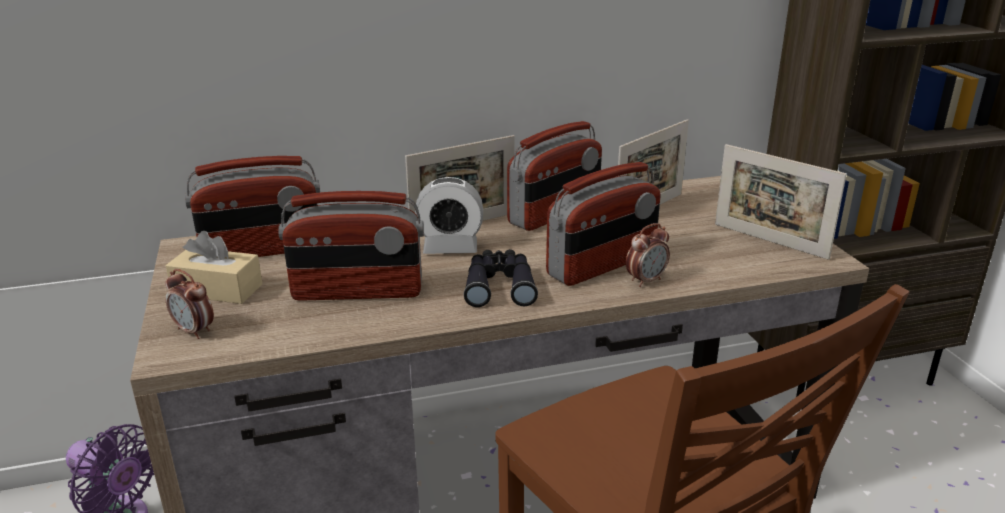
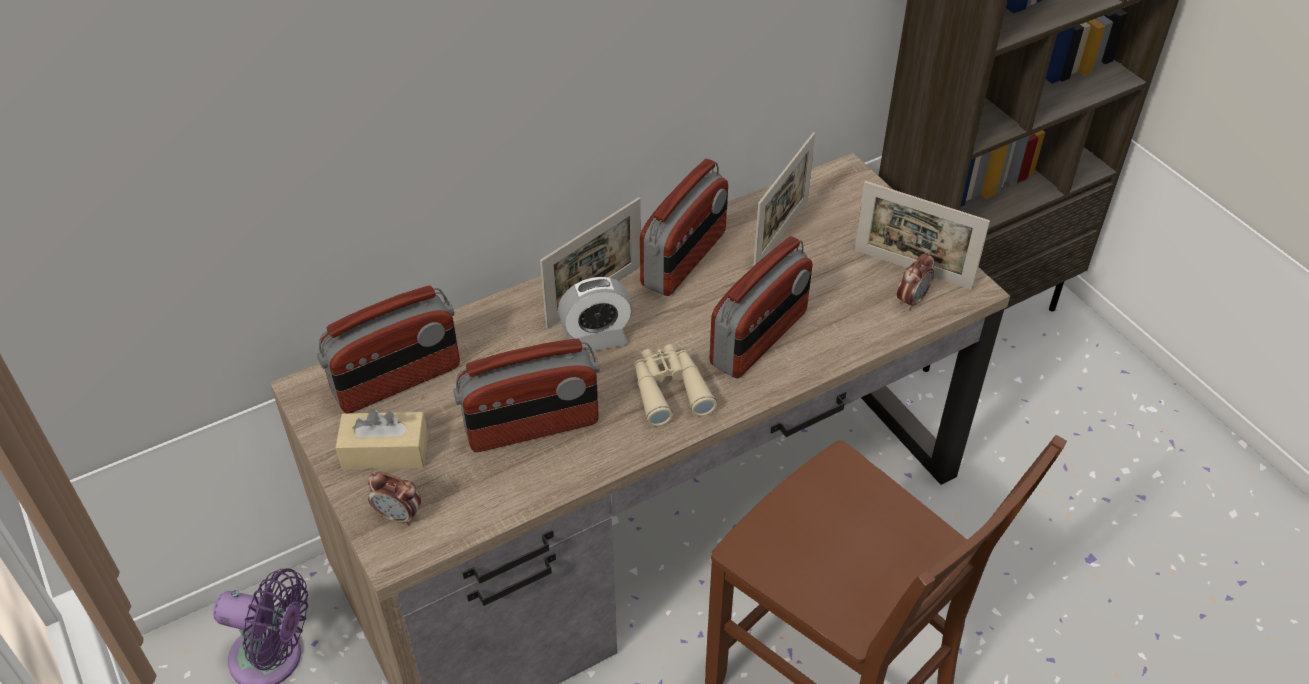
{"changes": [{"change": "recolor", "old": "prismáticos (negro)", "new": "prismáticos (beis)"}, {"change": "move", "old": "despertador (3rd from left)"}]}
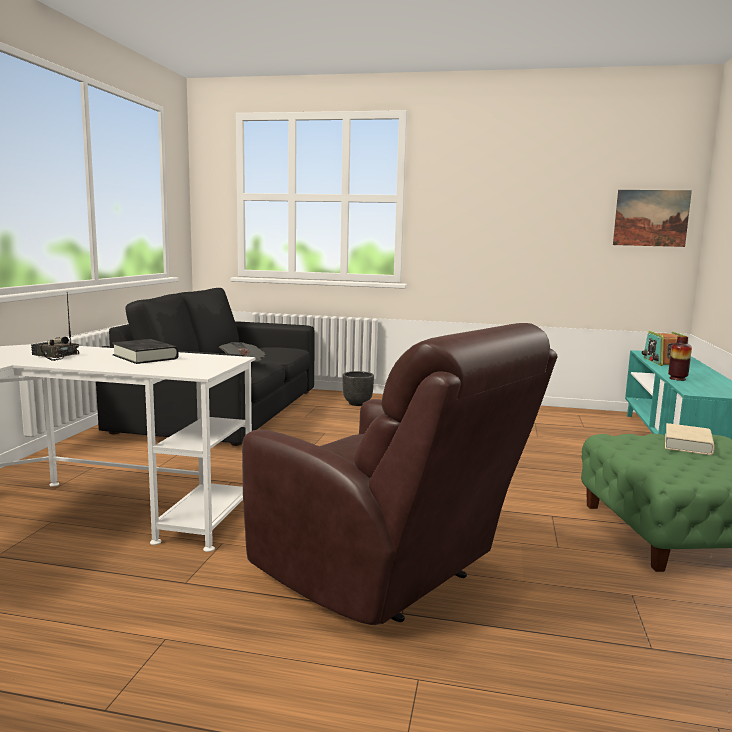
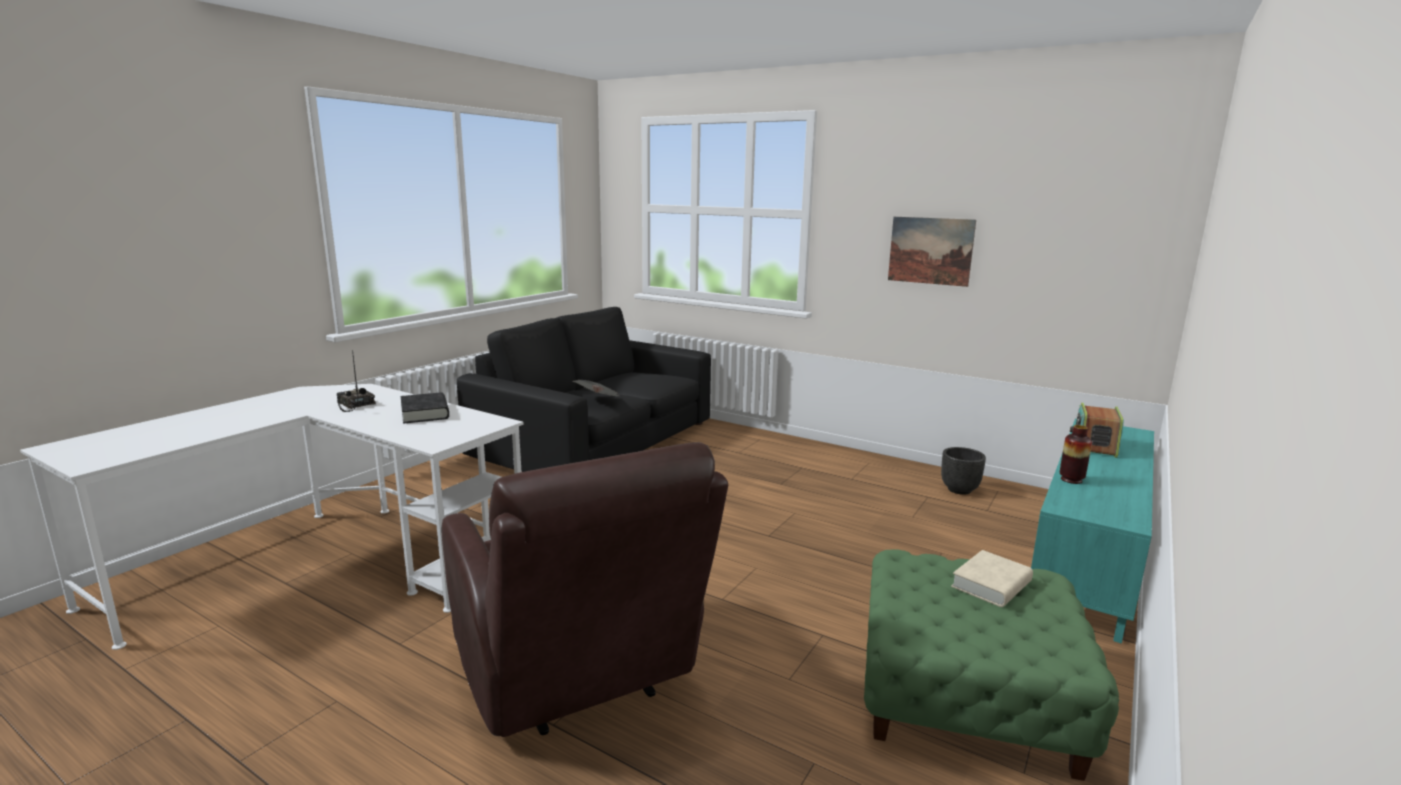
{"changes": [{"change": "move", "old": "cuadro"}, {"change": "move", "old": "maceta (negro)"}]}
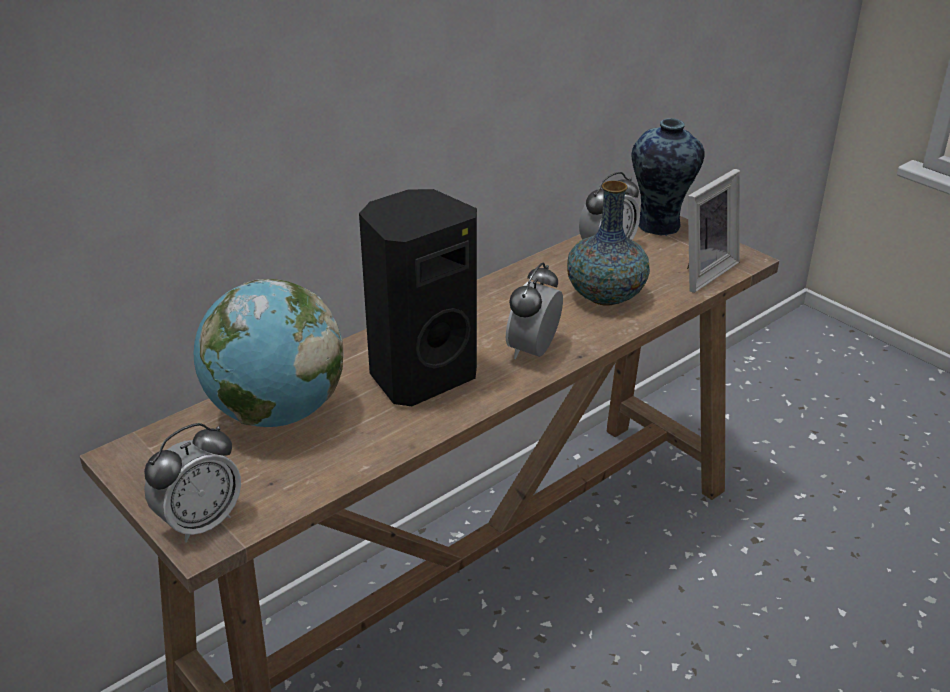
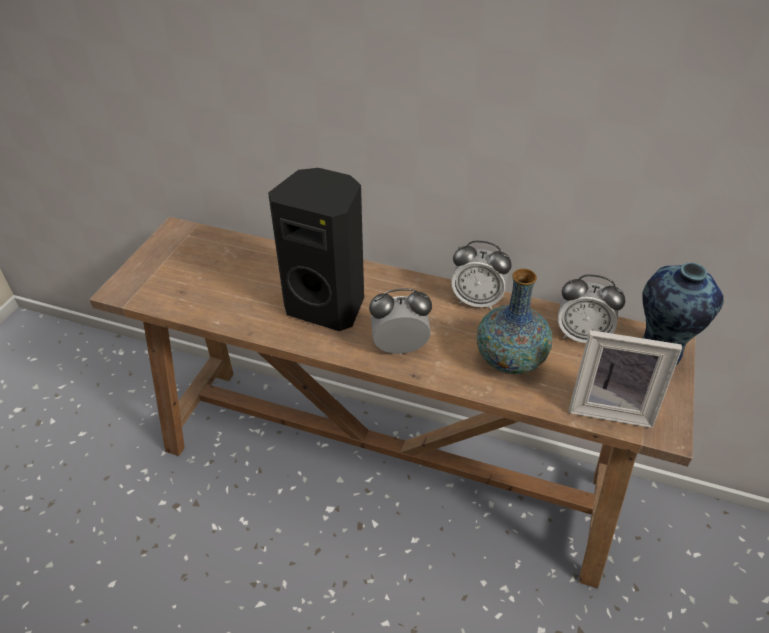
{"changes": [{"change": "move", "old": "despertador (1st from left in the first image)", "new": "despertador (2nd from left)"}, {"change": "delete", "old": "globo terráqueo"}]}
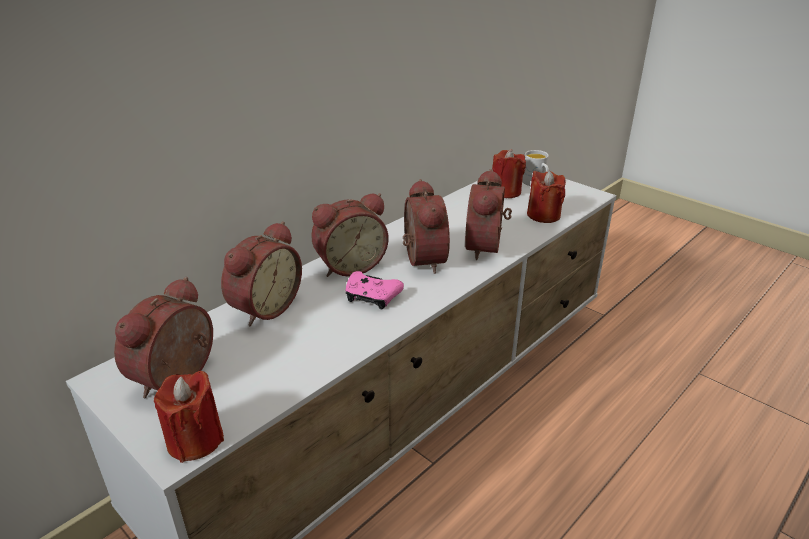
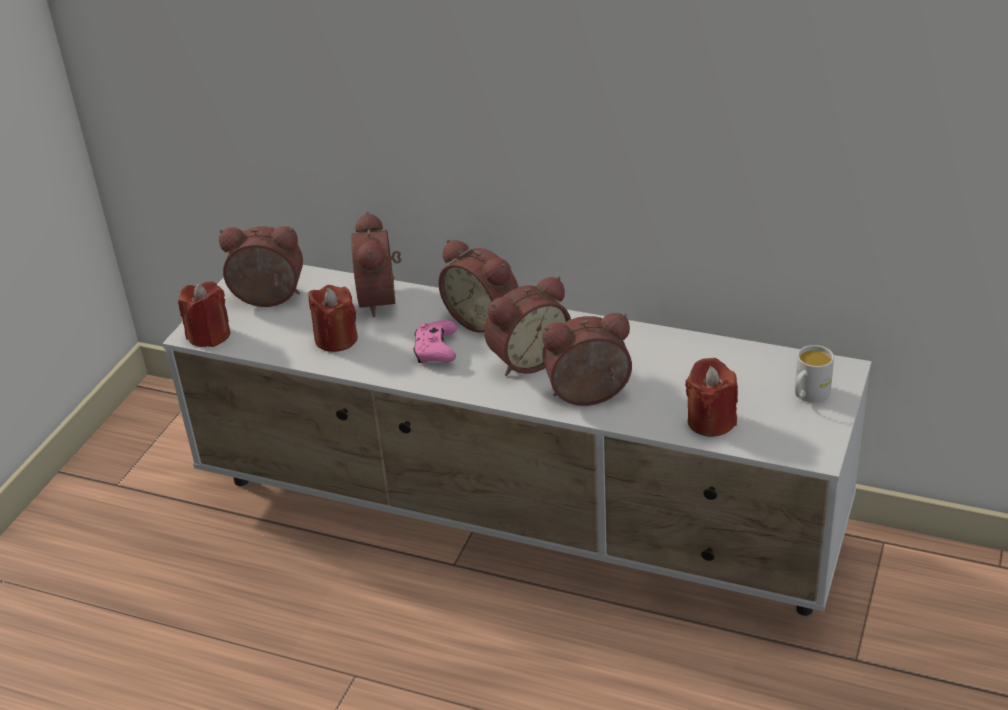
{"changes": [{"change": "move", "old": "vela (rojo) (2nd from left)"}, {"change": "rotate", "old": "despertador (2nd from left)", "degrees": 75}]}
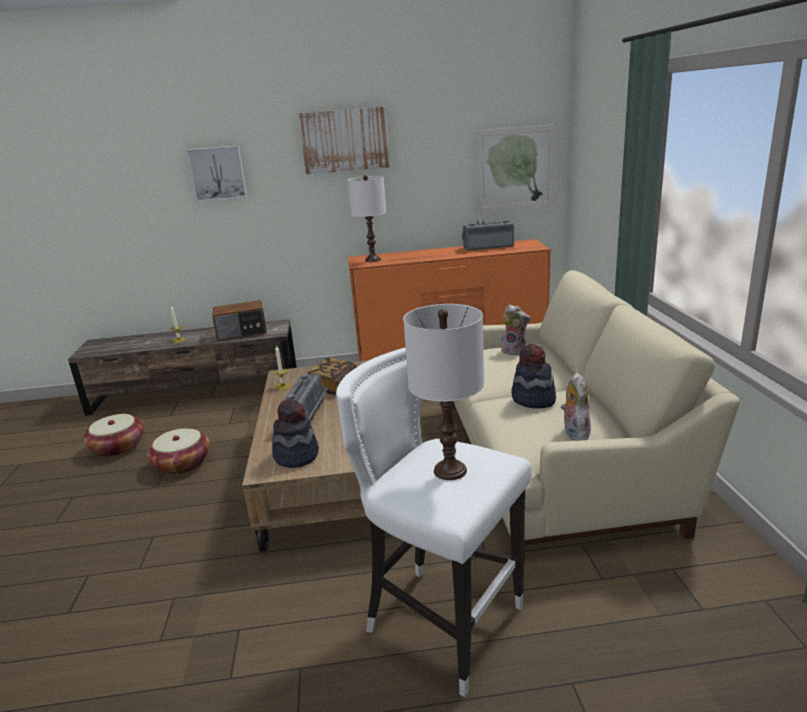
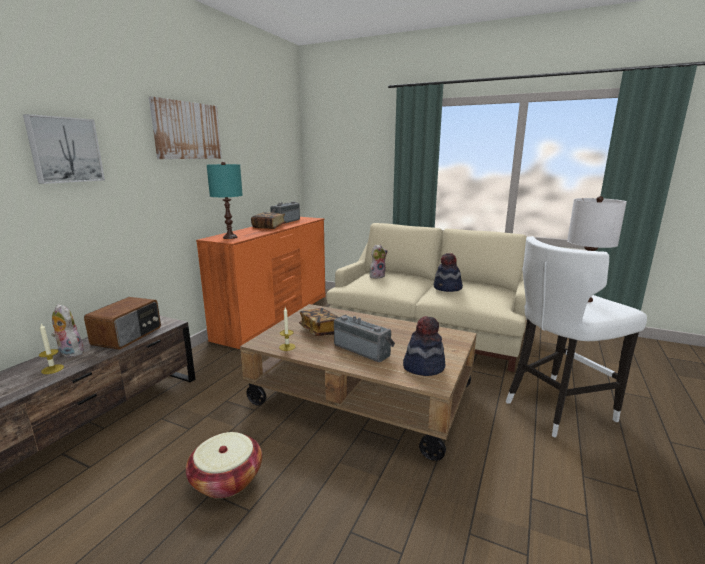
{"changes": [{"change": "move", "old": "peluche (2nd from left in the first image)", "new": "peluche (1st from left)"}, {"change": "recolor", "old": "lámpara de mesa (blanco) (1st from left)", "new": "lámpara de mesa (turquesa)"}, {"change": "insert", "new": "libro (1st from left)"}, {"change": "delete", "old": "cesta (1st from left)"}, {"change": "delete", "old": "cuadro (3rd from left)"}]}
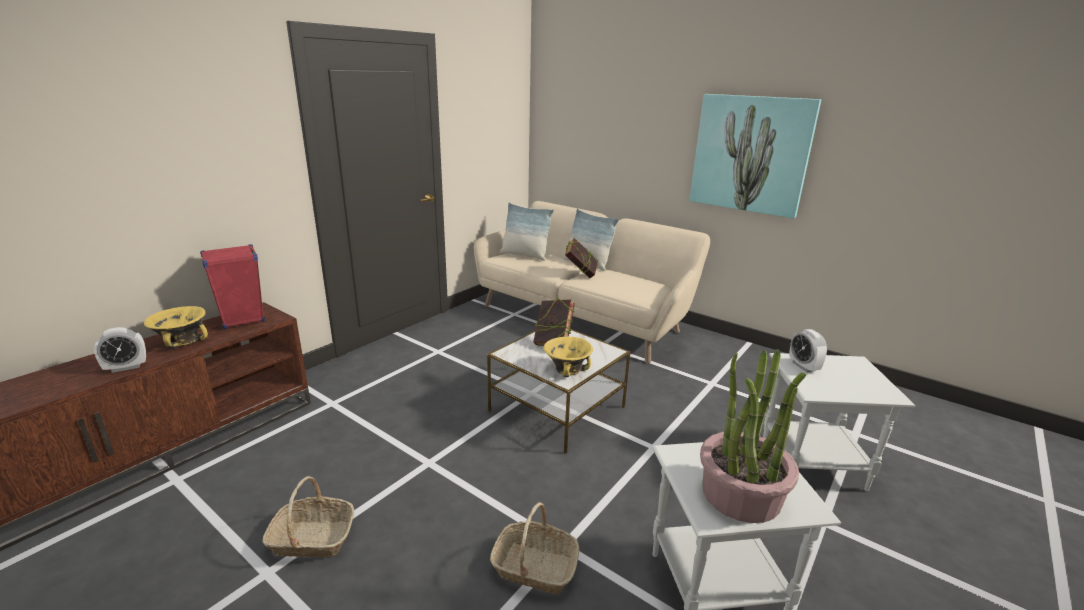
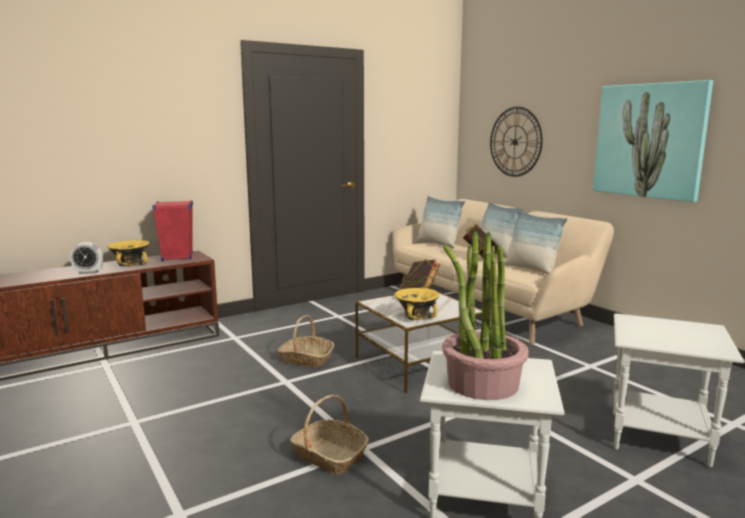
{"changes": [{"change": "move", "old": "cesta (1st from left)"}, {"change": "insert", "new": "reloj de pared"}, {"change": "insert", "new": "cojín (3rd from left)"}, {"change": "delete", "old": "despertador (2nd from left)"}]}
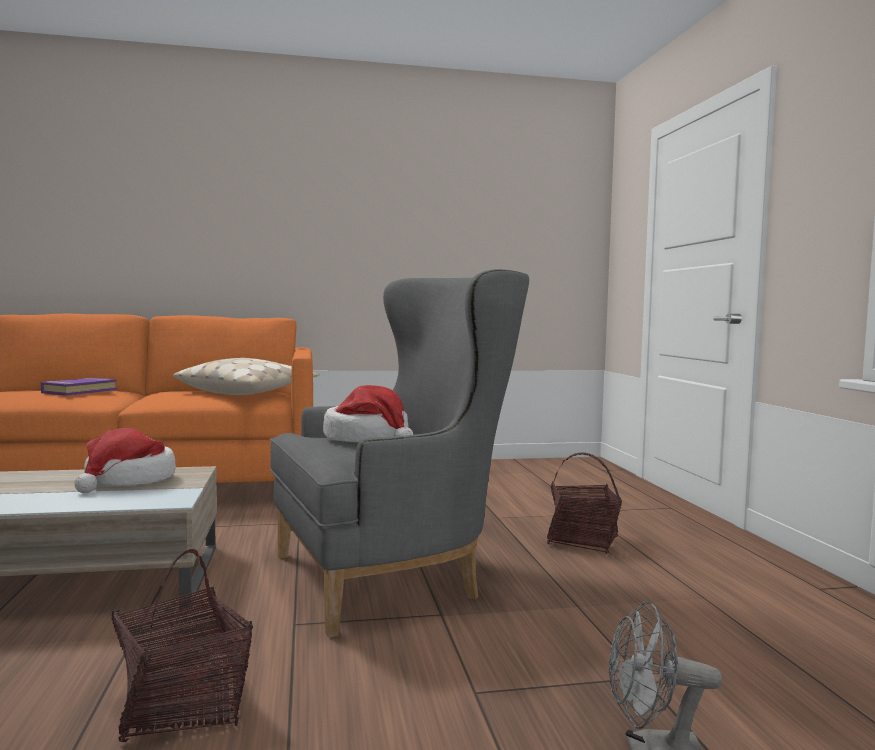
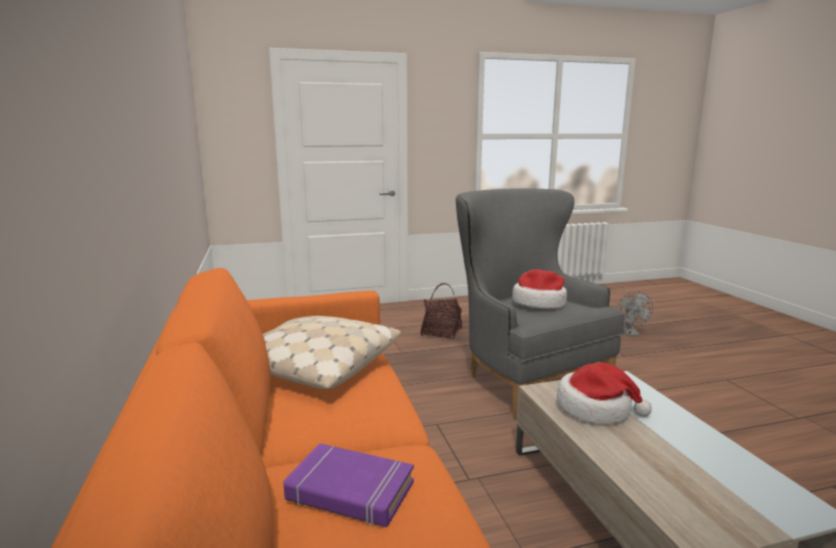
{"changes": [{"change": "delete", "old": "cesta (1st from left)"}]}
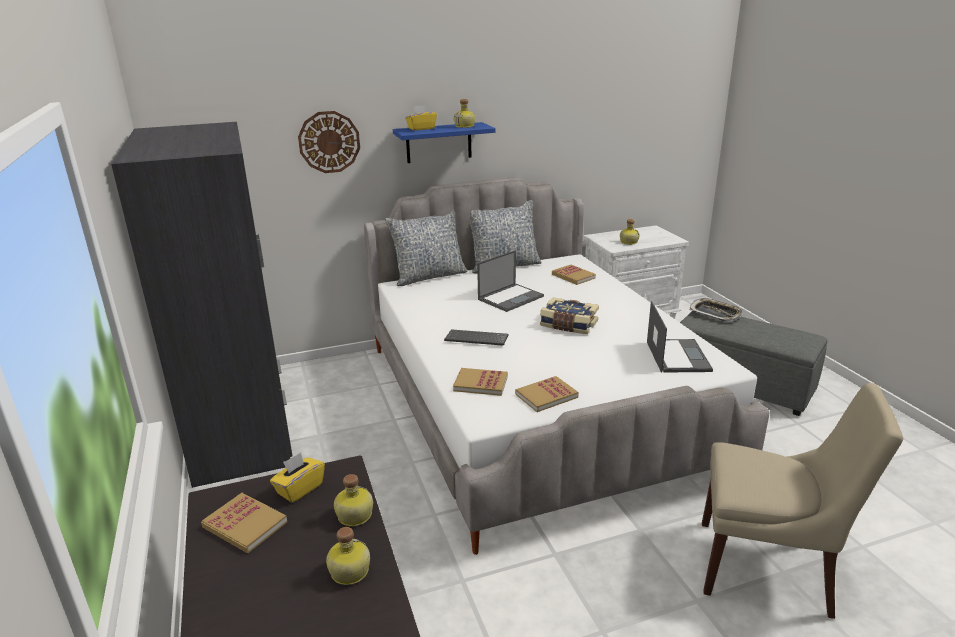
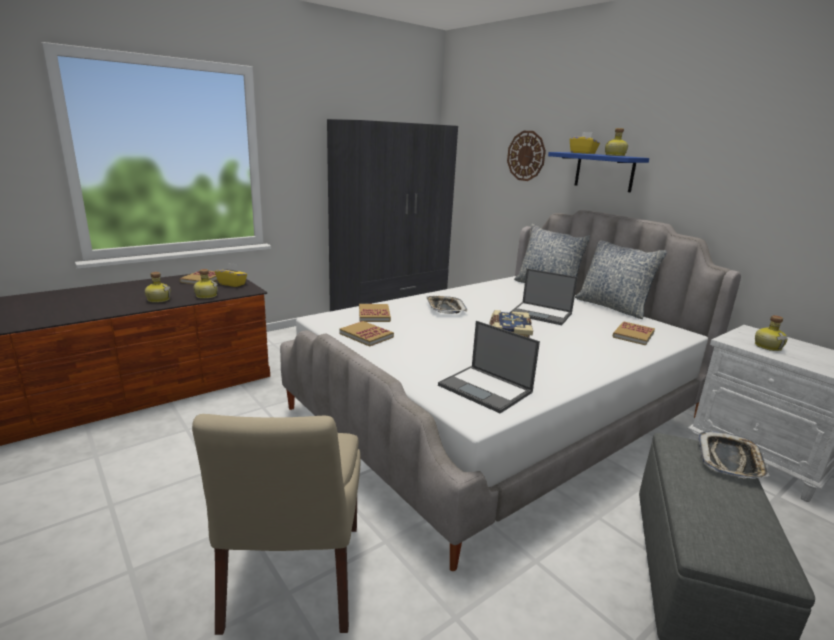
{"changes": [{"change": "replace", "old": "teclado", "new": "bandeja (1st from left)"}, {"change": "rotate", "old": "portátil (2nd from left in the first image)", "degrees": 60}]}
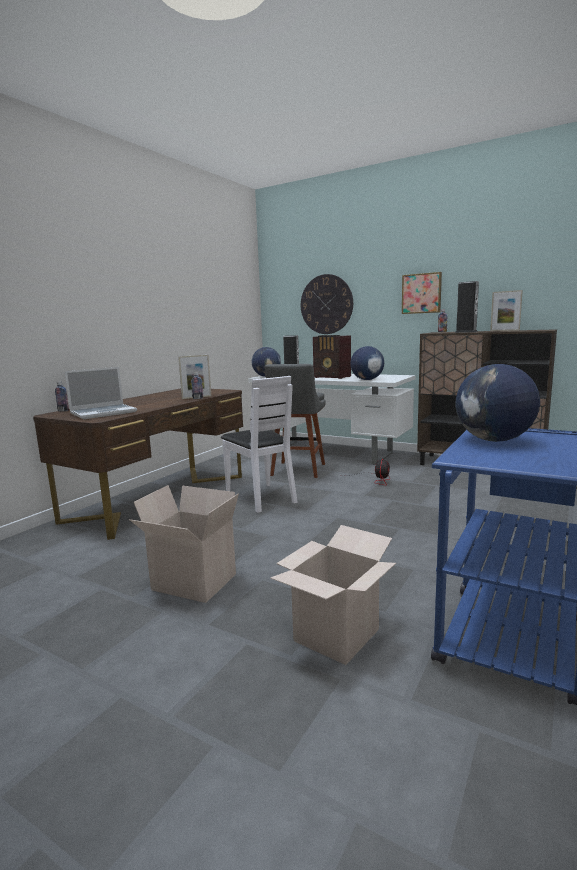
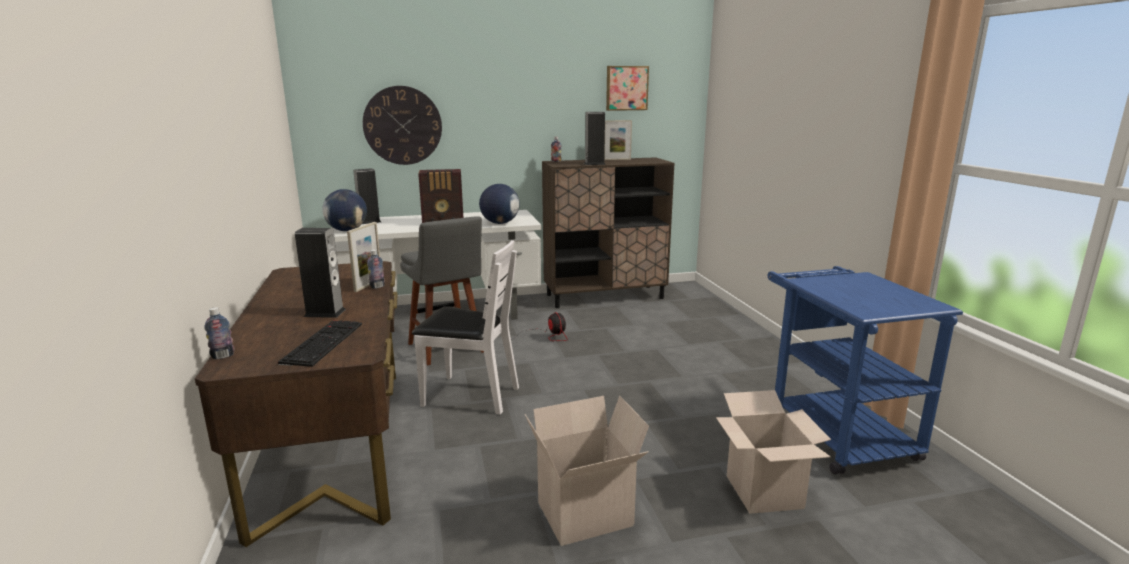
{"changes": [{"change": "replace", "old": "portátil", "new": "teclado"}, {"change": "insert", "new": "altavoz (1st from left)"}, {"change": "move", "old": "cuadro"}, {"change": "delete", "old": "globo terráqueo (3rd from left)"}]}
